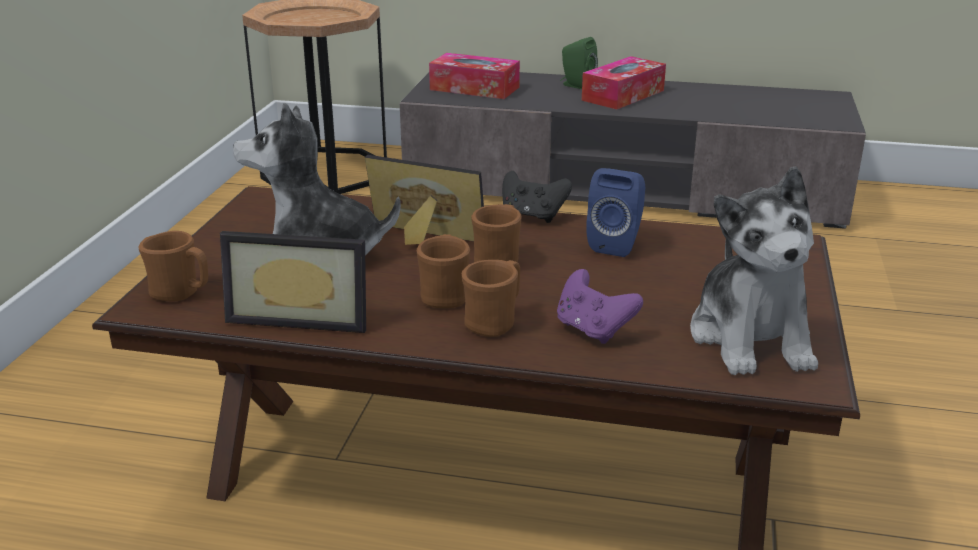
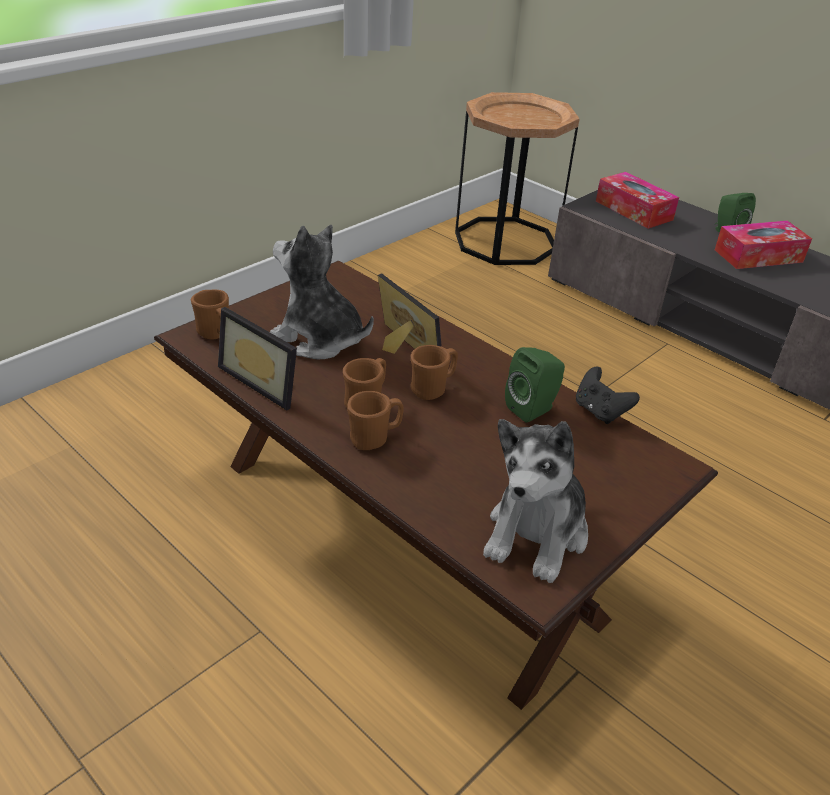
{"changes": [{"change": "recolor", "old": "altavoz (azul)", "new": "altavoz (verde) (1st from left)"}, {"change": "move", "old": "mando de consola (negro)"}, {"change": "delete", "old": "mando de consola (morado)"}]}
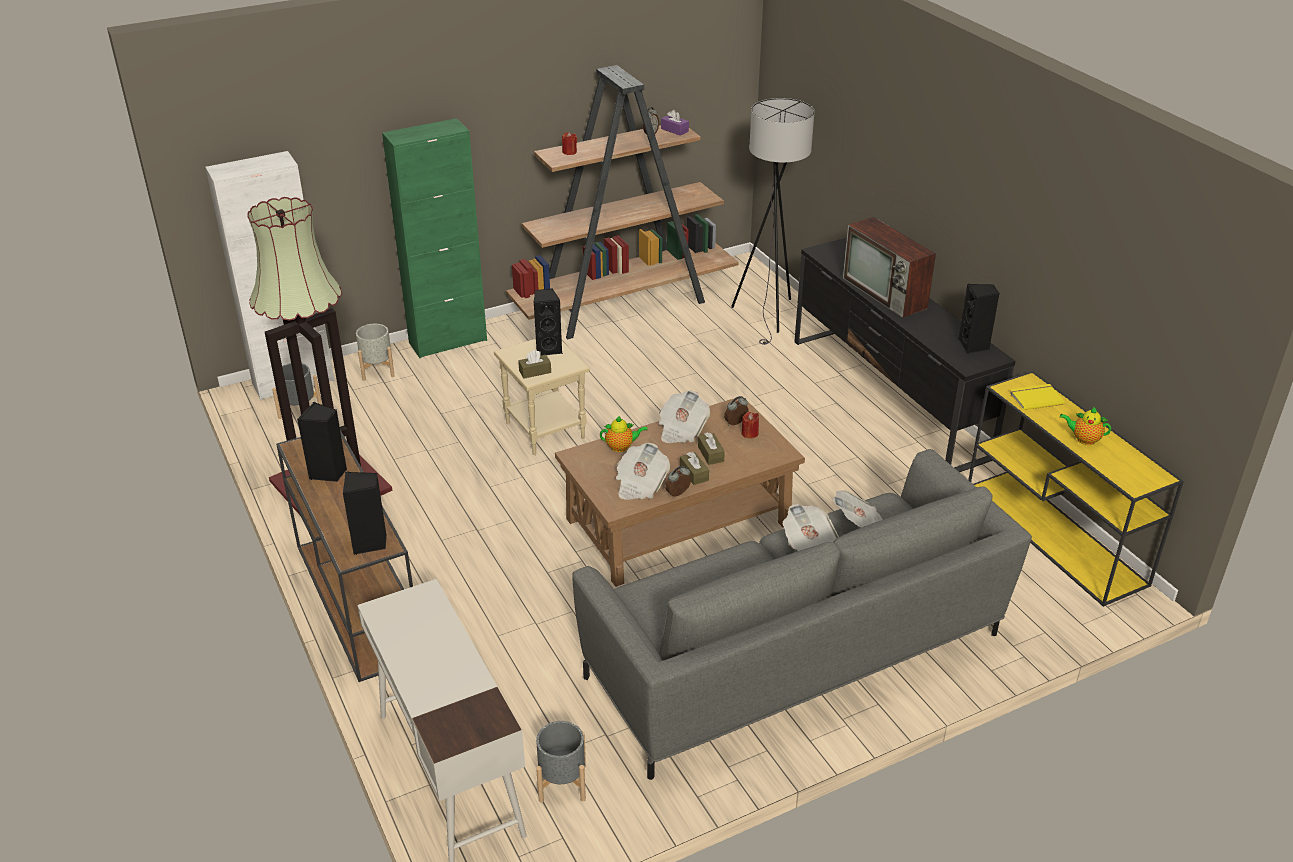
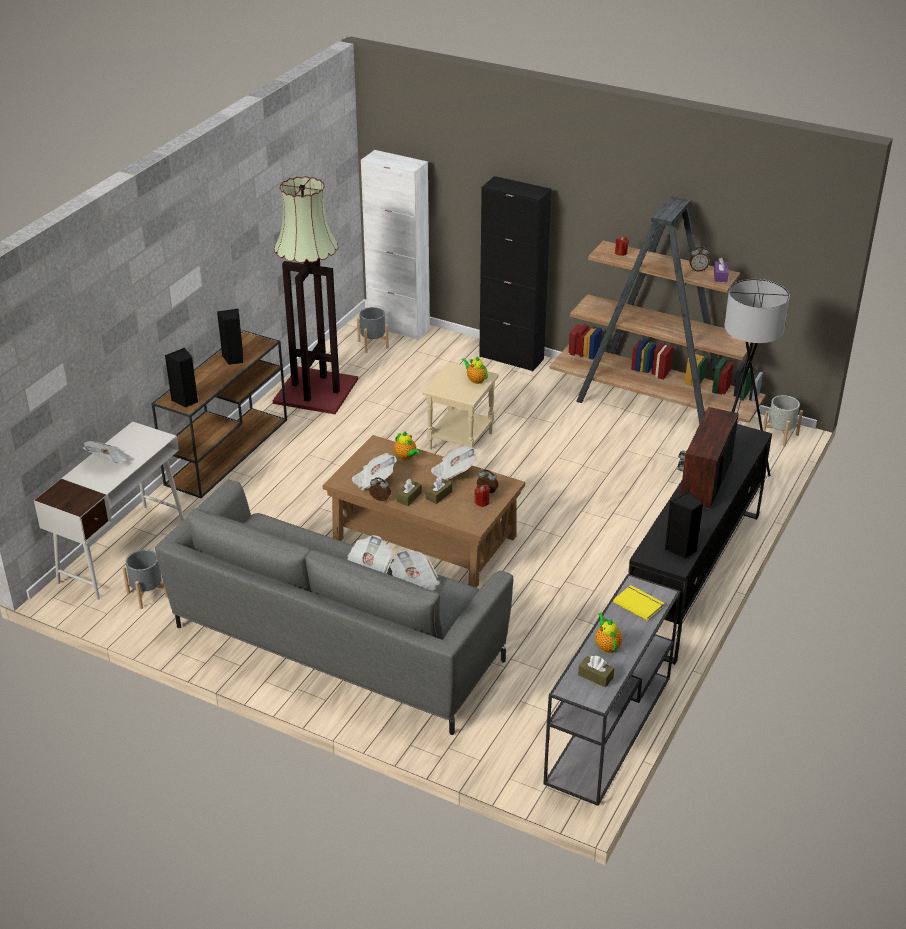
{"changes": [{"change": "insert", "new": "periódico (1st from left)"}, {"change": "replace", "old": "altavoz (negro) (3rd from left)", "new": "tetera (2nd from left)"}, {"change": "recolor", "old": "armario (verde)", "new": "armario (negro)"}, {"change": "recolor", "old": "mesa consola (amarillo)", "new": "mesa consola (gris)"}, {"change": "move", "old": "caja de pañuelos (marrón) (1st from left in the first image)", "new": "caja de pañuelos (marrón) (3rd from left)"}, {"change": "move", "old": "maceta (gris) (2nd from left in the first image)", "new": "maceta (gris) (3rd from left)"}]}
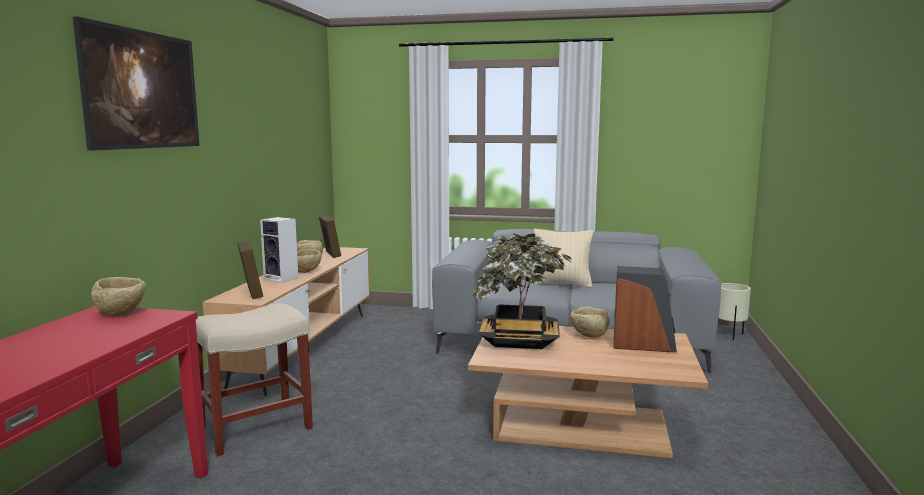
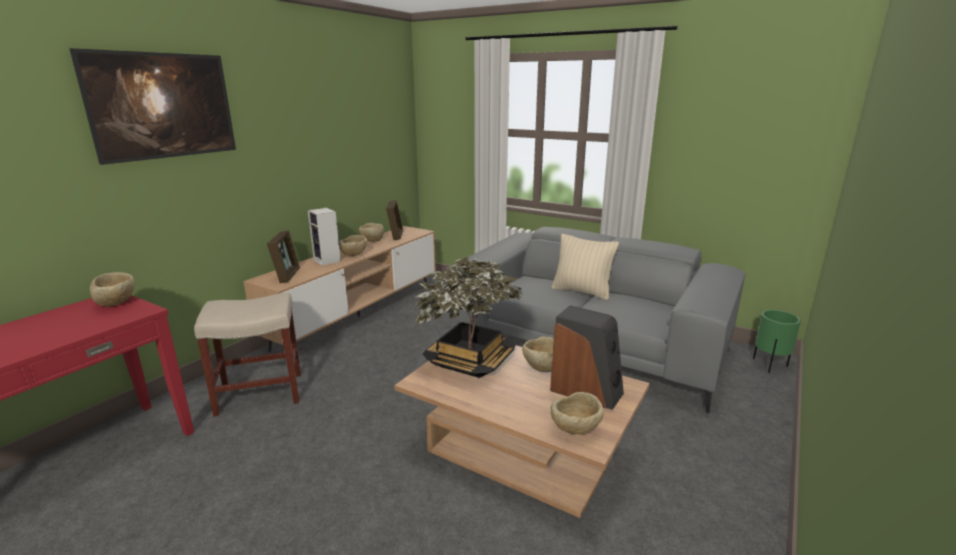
{"changes": [{"change": "insert", "new": "cuenco (beis) (5th from left)"}, {"change": "recolor", "old": "maceta (beis)", "new": "maceta (verde)"}]}
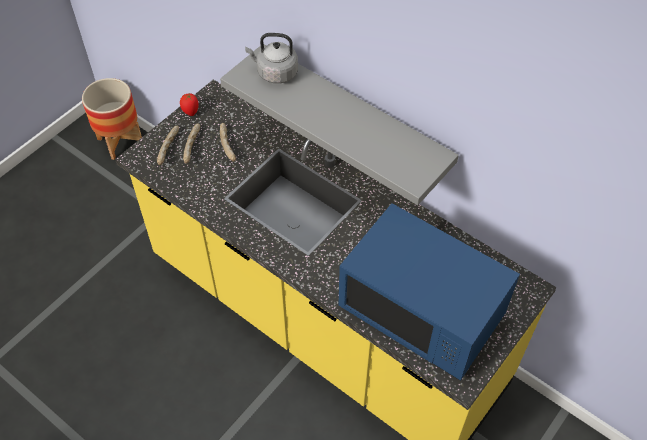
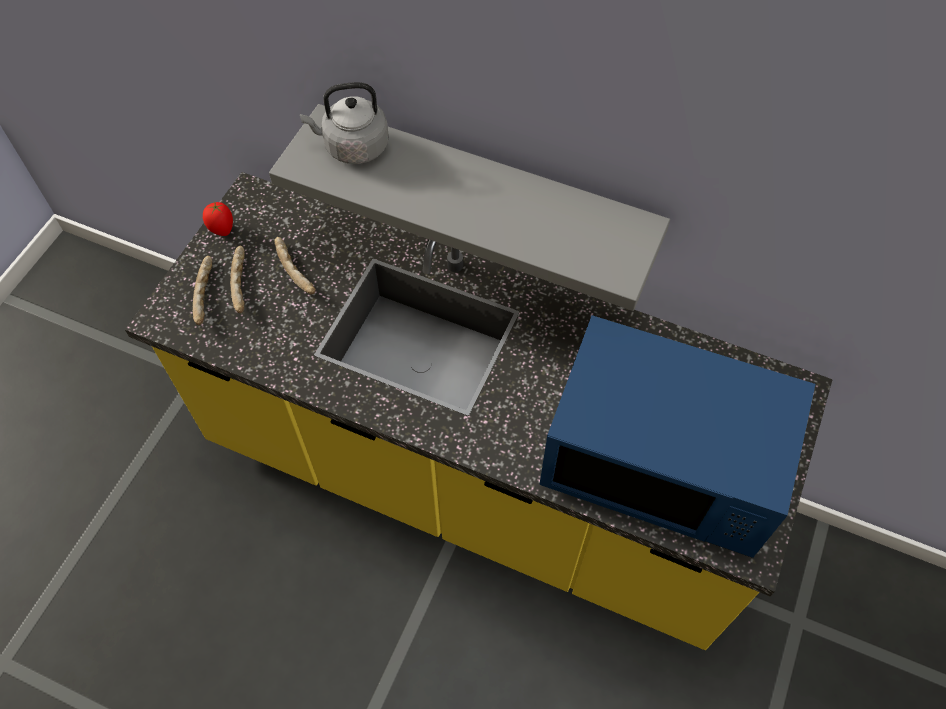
{"changes": [{"change": "delete", "old": "maceta"}]}
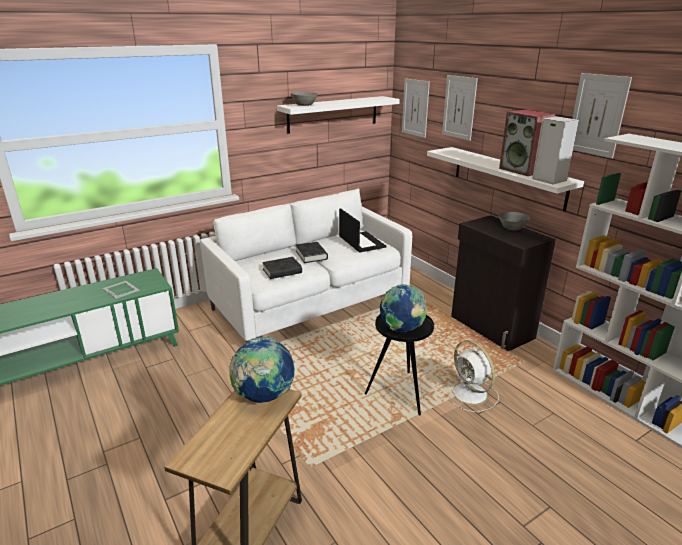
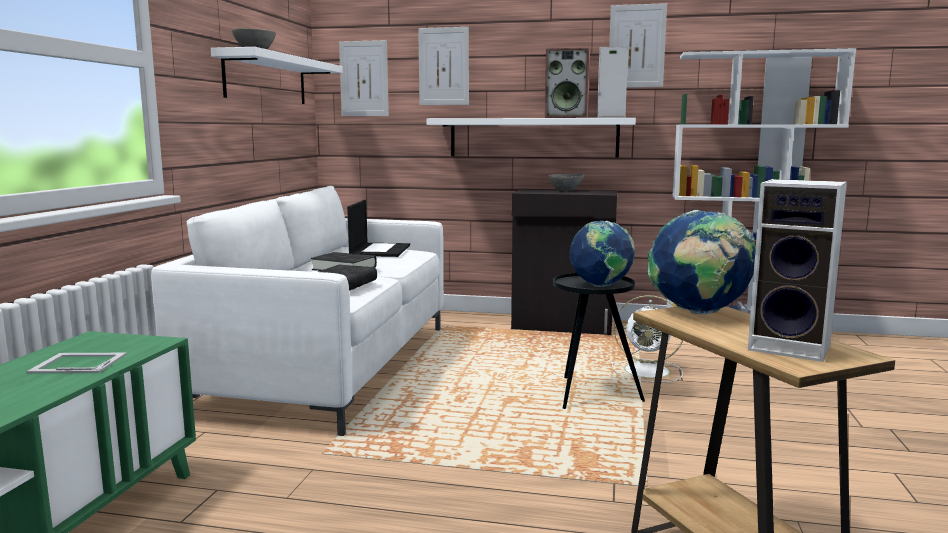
{"changes": [{"change": "rotate", "old": "portátil", "degrees": 75}, {"change": "insert", "new": "altavoz (3rd from left)"}]}
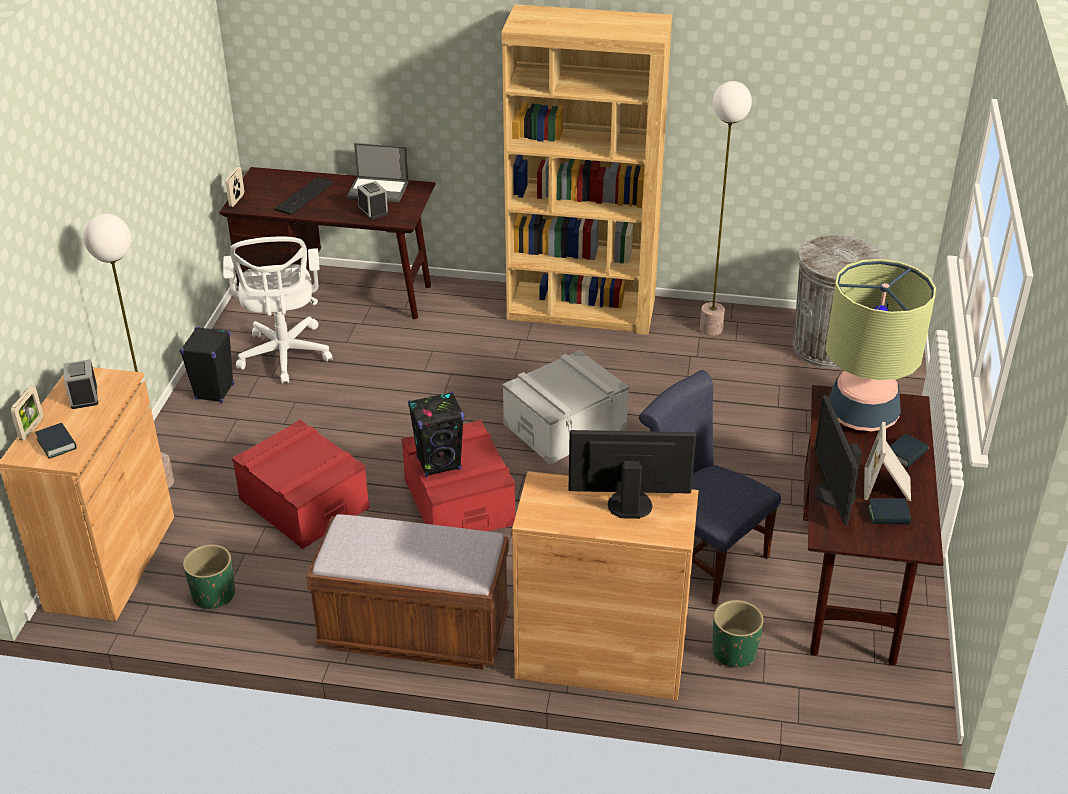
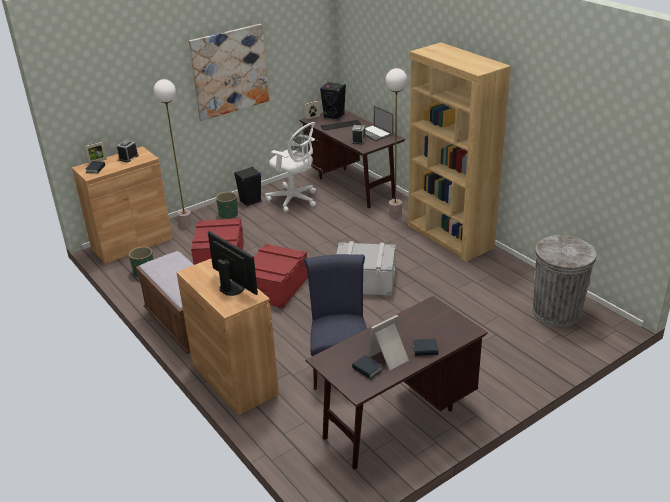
{"changes": [{"change": "insert", "new": "cuadro"}, {"change": "move", "old": "maceta (verde) (2nd from left)"}, {"change": "rotate", "old": "silla de oficina (blanco)", "degrees": -90}, {"change": "move", "old": "altavoz (negro) (2nd from left)"}, {"change": "move", "old": "lámpara de pie (2nd from left)"}, {"change": "delete", "old": "monitor (2nd from left)"}, {"change": "delete", "old": "lámpara de mesa"}]}
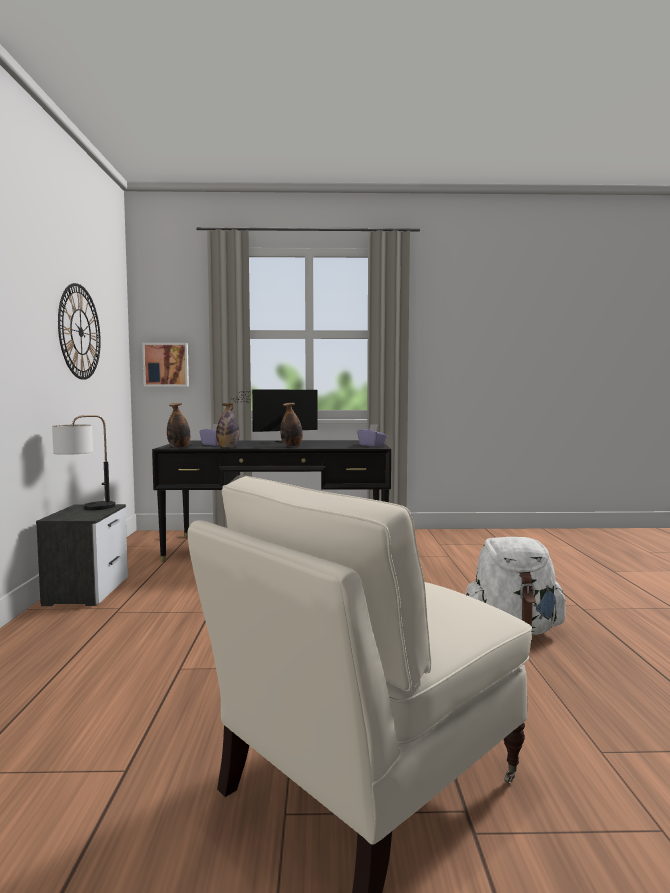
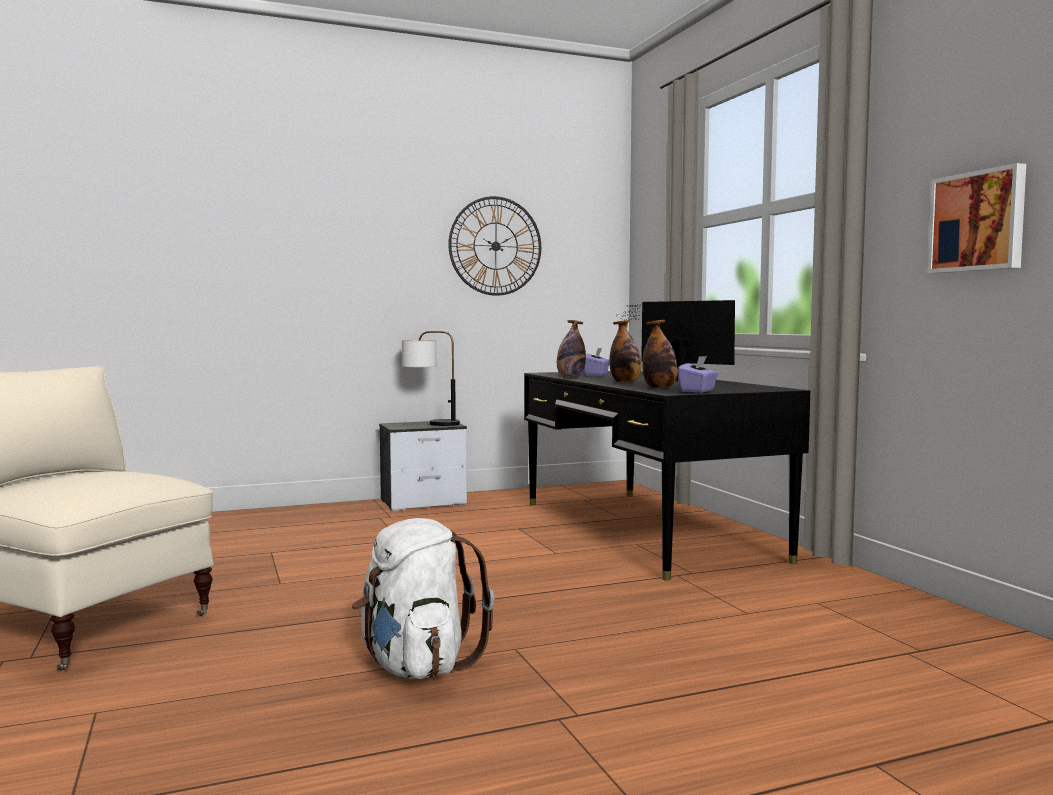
{"changes": [{"change": "move", "old": "botella (1st from left in the first image)", "new": "botella (3rd from left)"}, {"change": "move", "old": "cuadro"}]}
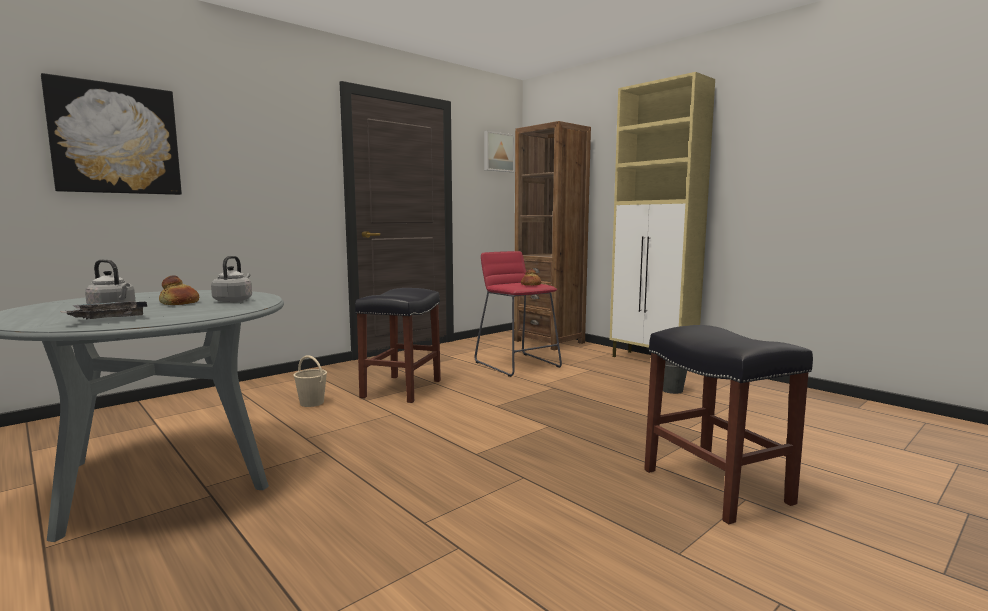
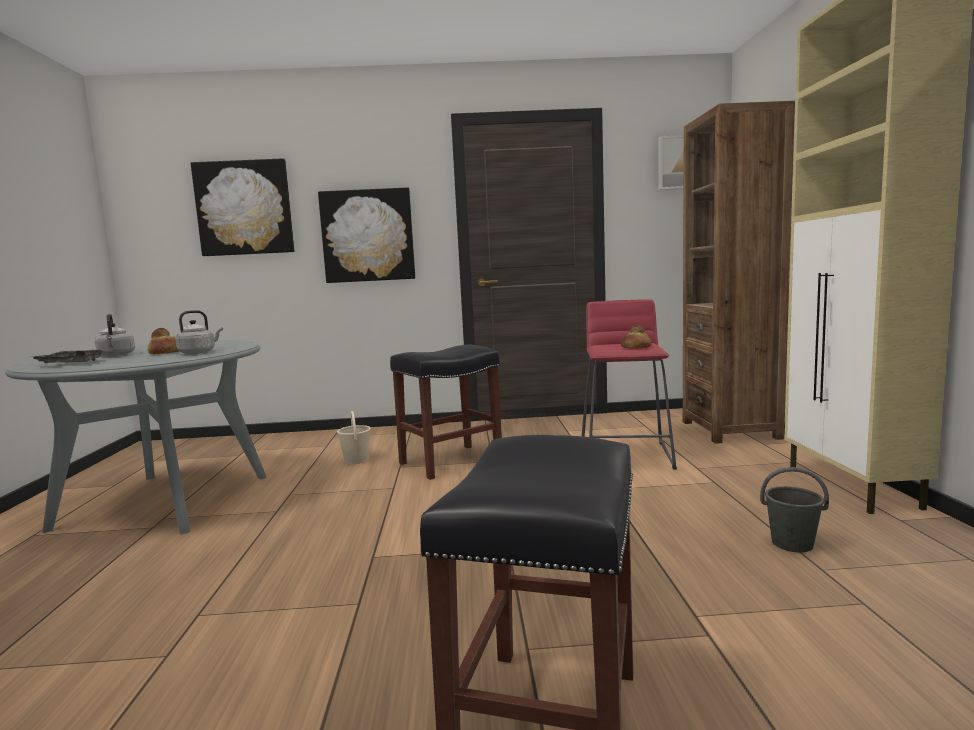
{"changes": [{"change": "insert", "new": "cuadro (2nd from left)"}]}
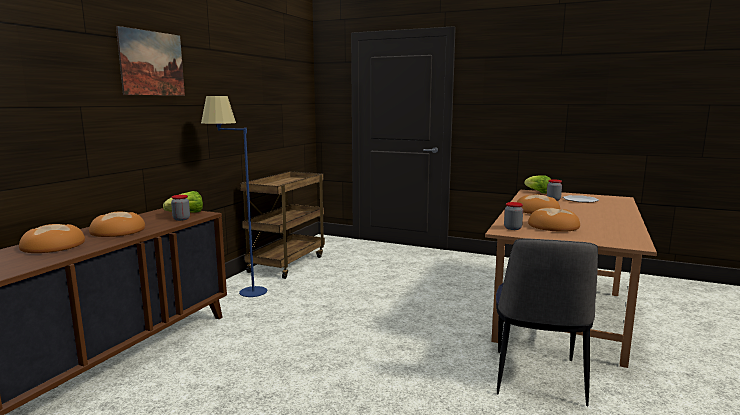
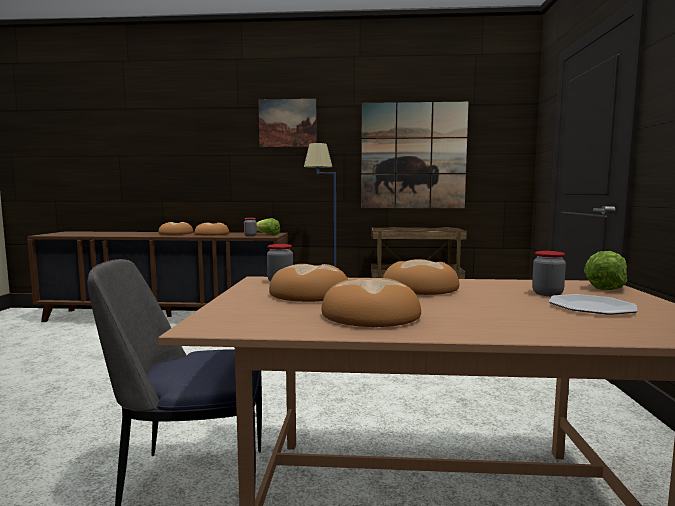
{"changes": [{"change": "insert", "new": "pan (4th from left)"}, {"change": "insert", "new": "cuadro (2nd from left)"}]}
